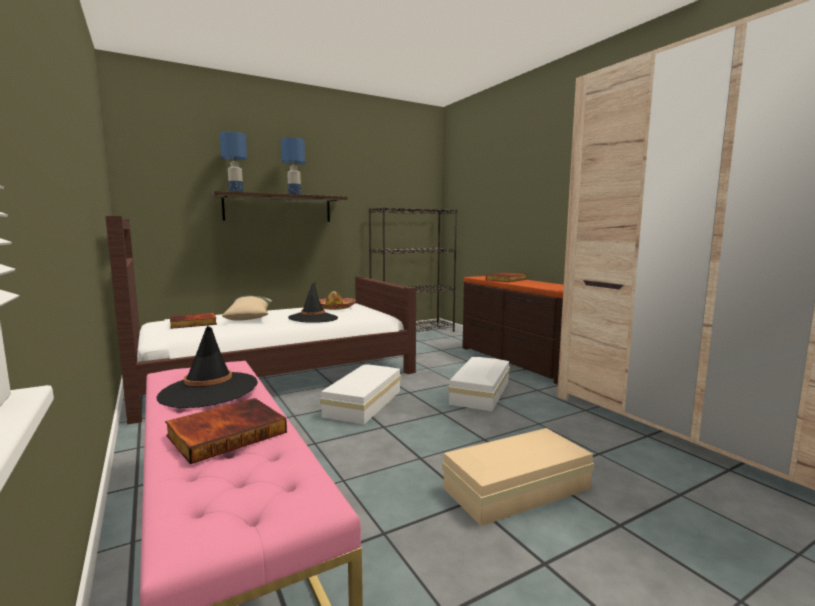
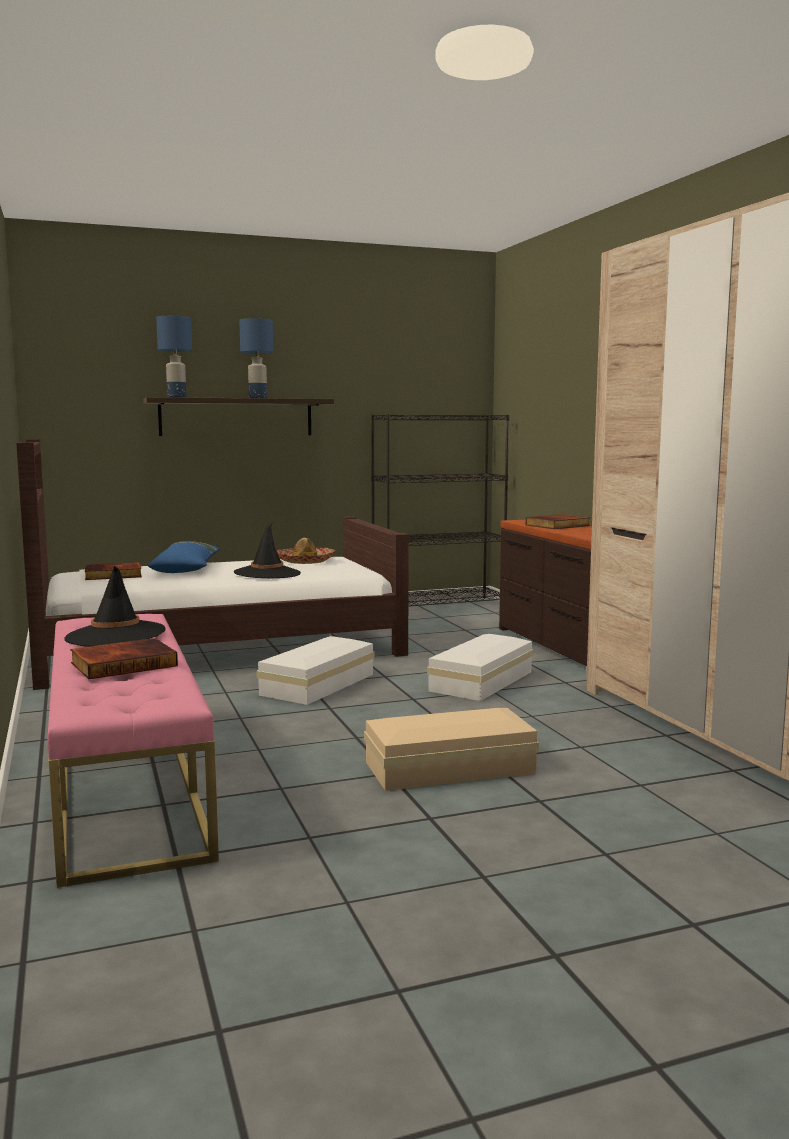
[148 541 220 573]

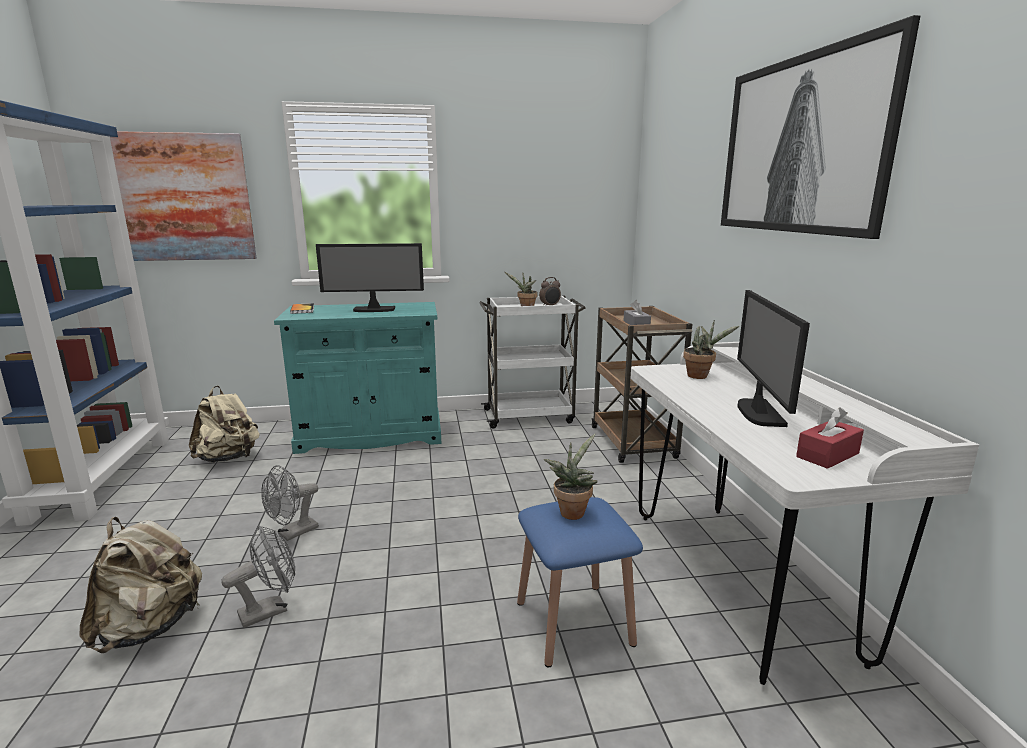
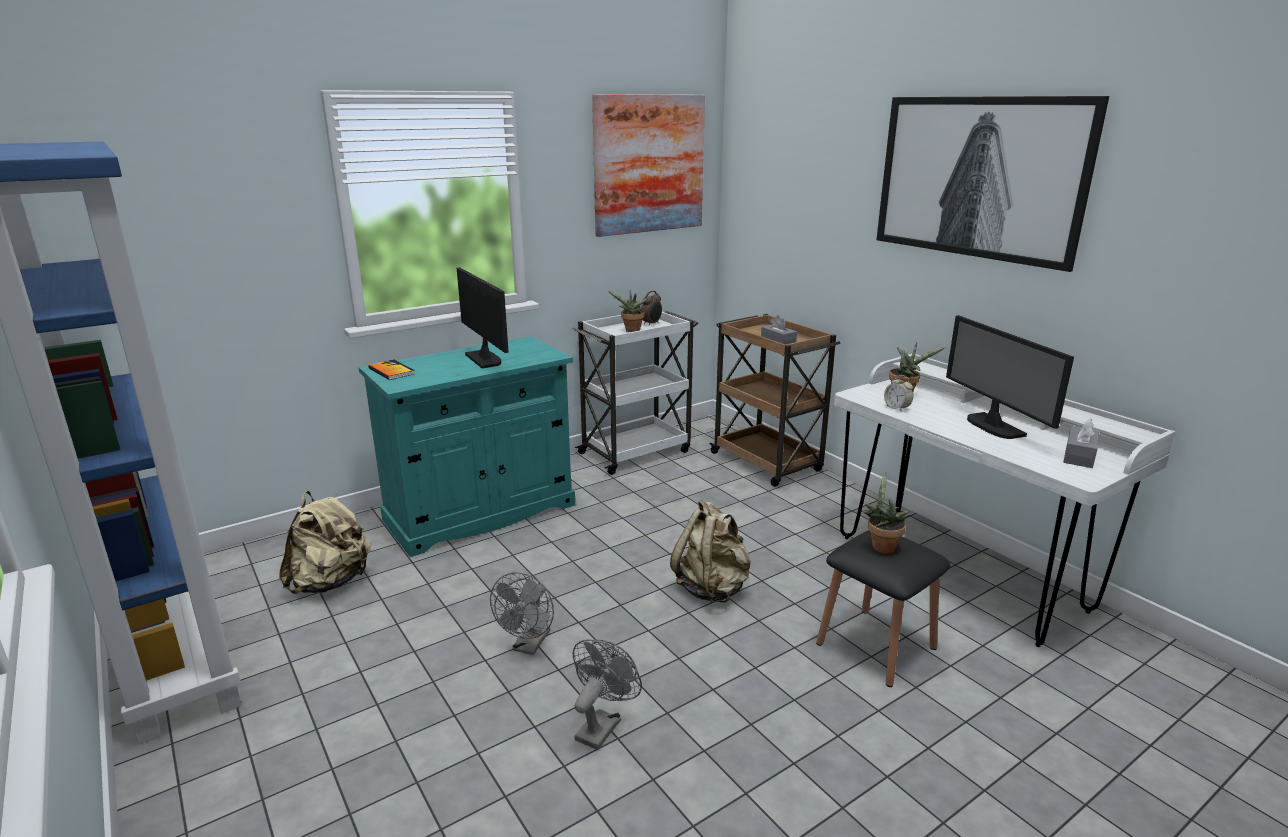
[670 500 751 603]
[592 94 705 237]
[457 267 509 368]
[816 530 950 687]
[1063 419 1099 468]
[884 375 913 412]

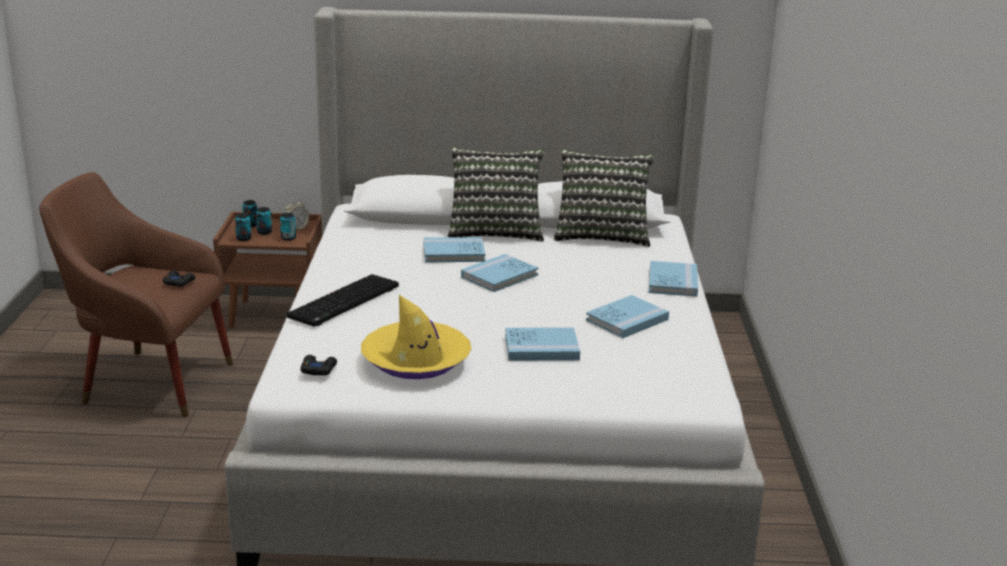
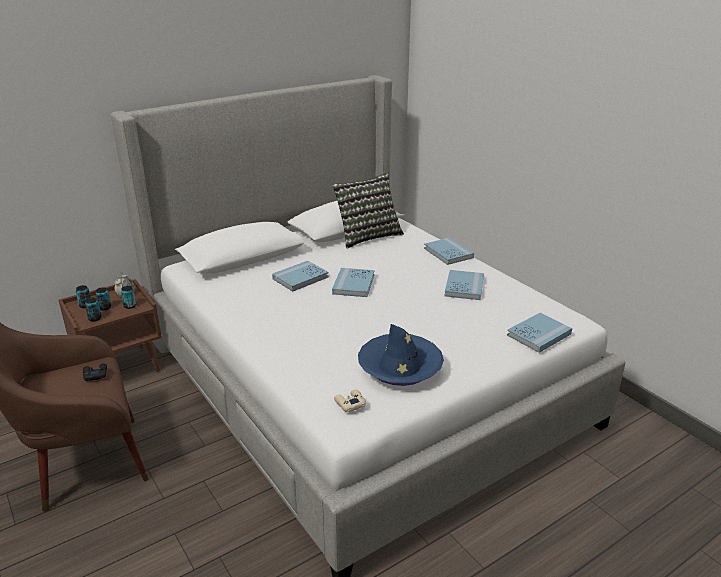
[287 274 399 327] (first image)
[334 389 366 412]
[358 324 444 386]
[448 147 545 242] (first image)
[507 313 572 353]

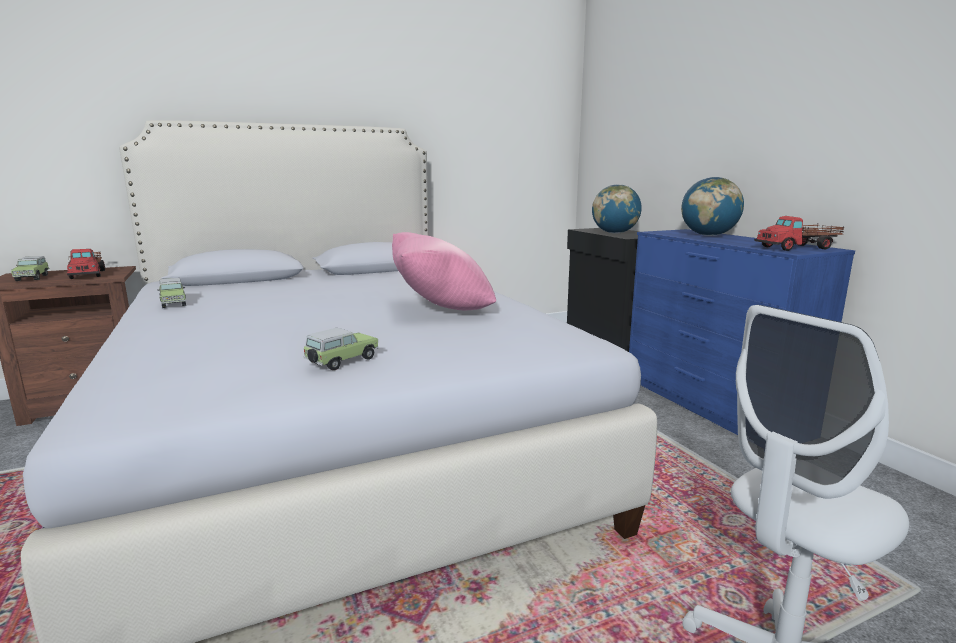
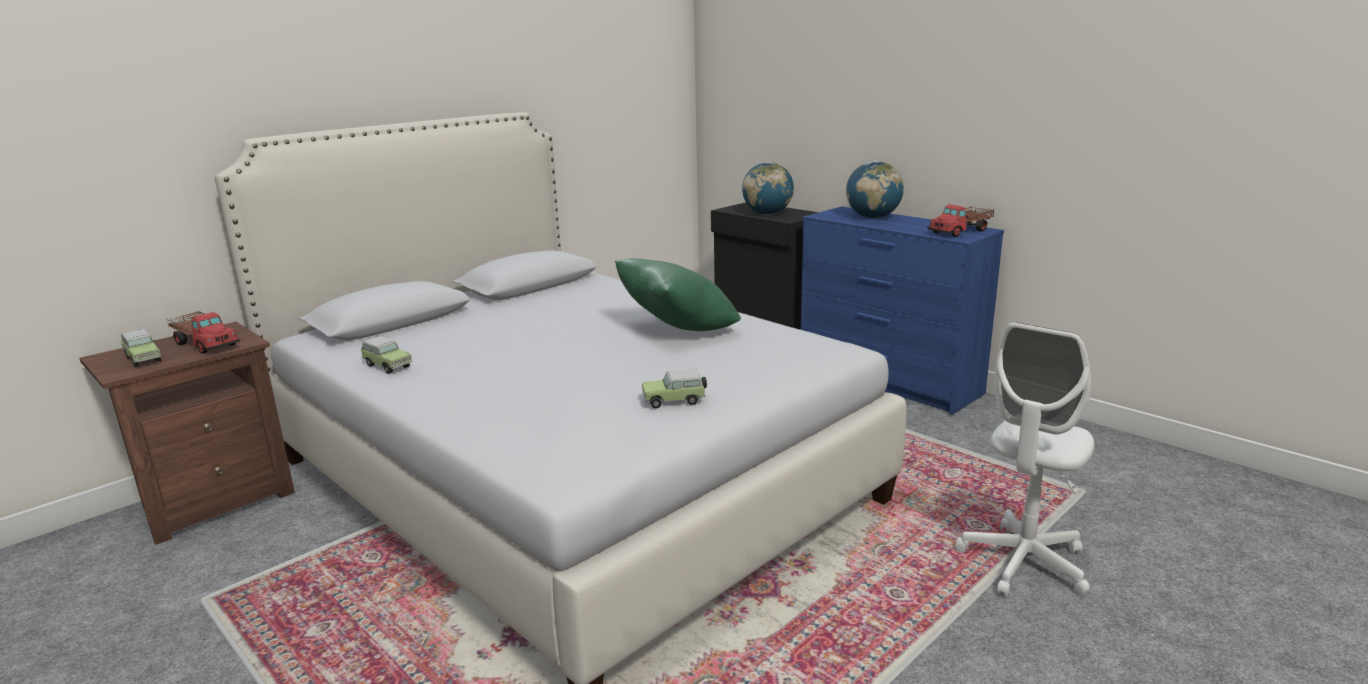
[642 369 707 409]
[615 258 741 331]

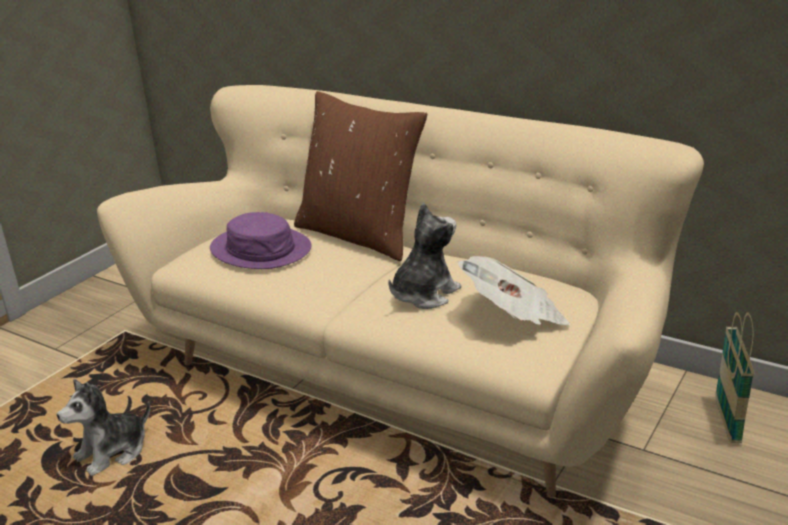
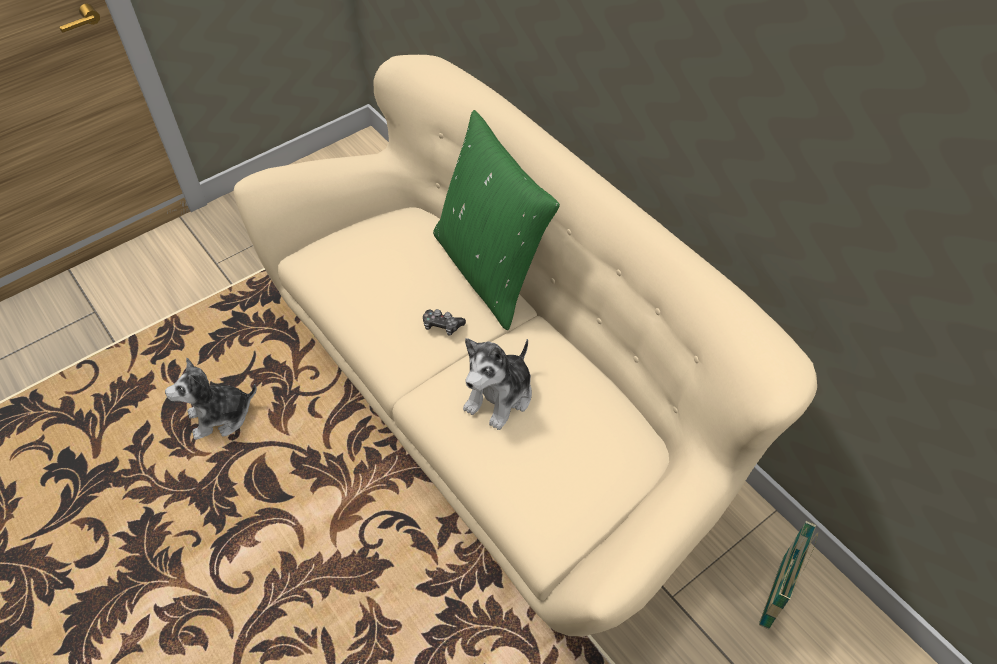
[210 212 311 269] (first image)
[433 110 560 331]
[463 338 532 430]
[457 256 570 325] (first image)
[423 309 466 336]

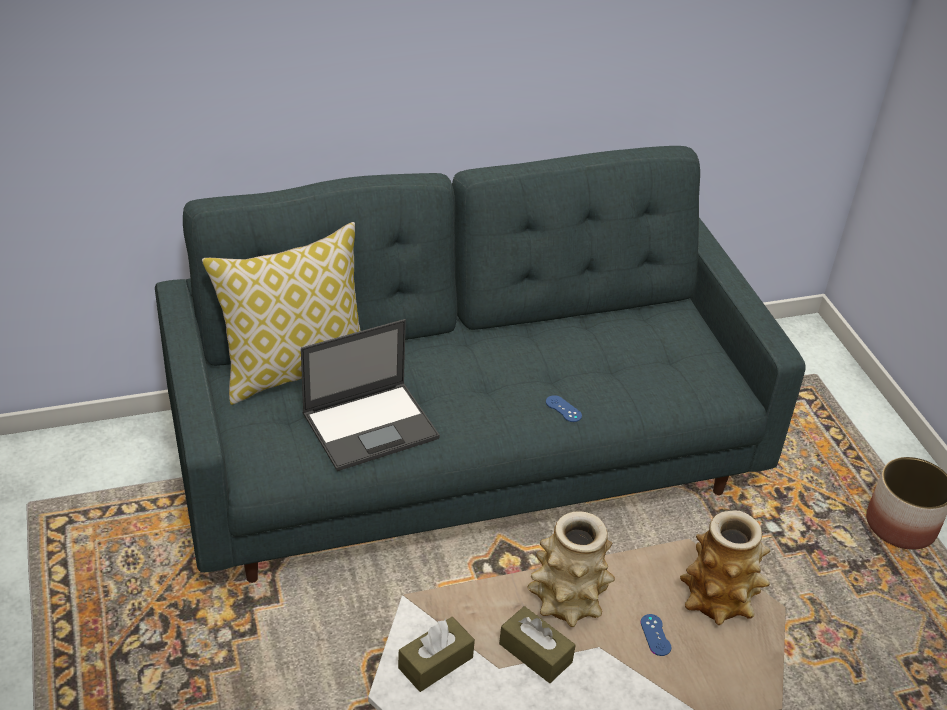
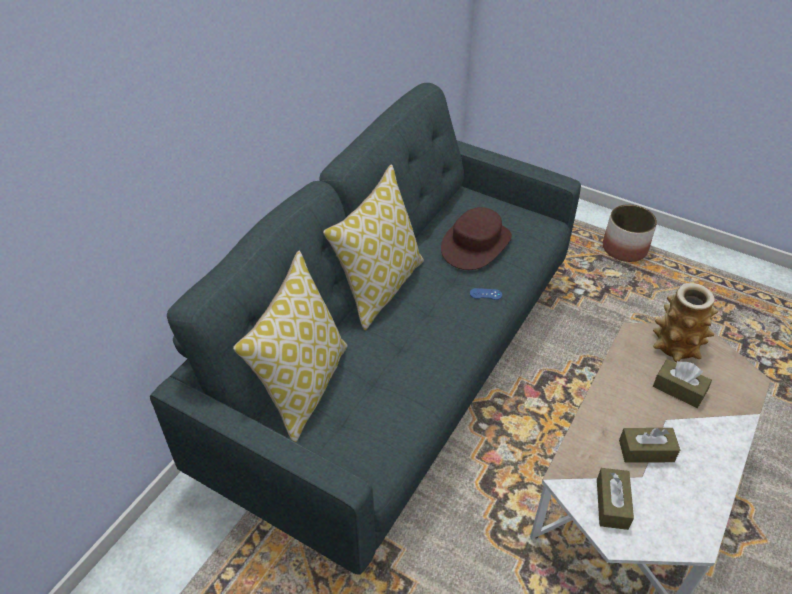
[301 319 440 471] (first image)
[527 511 615 627] (first image)
[653 359 712 408]
[323 165 424 330]
[441 207 512 270]

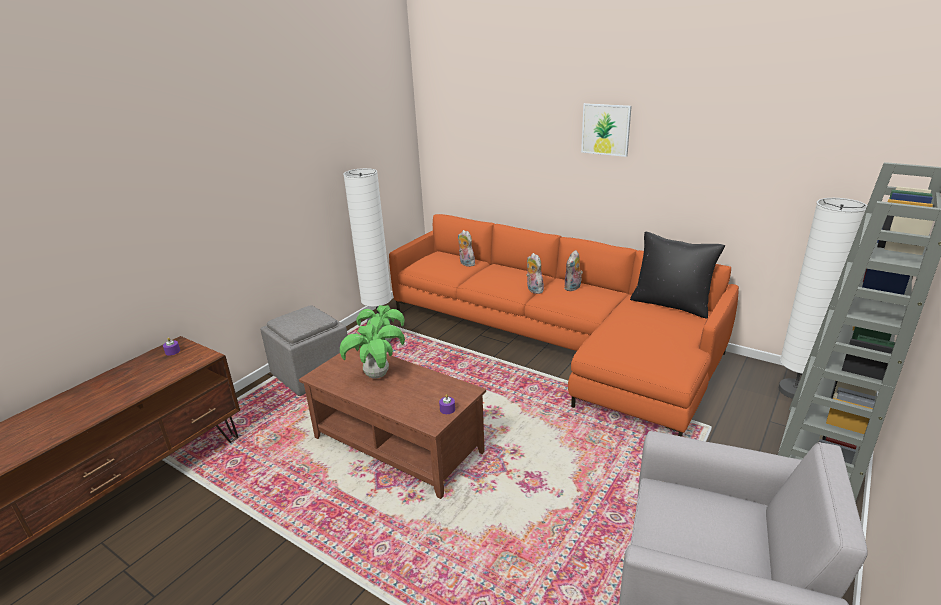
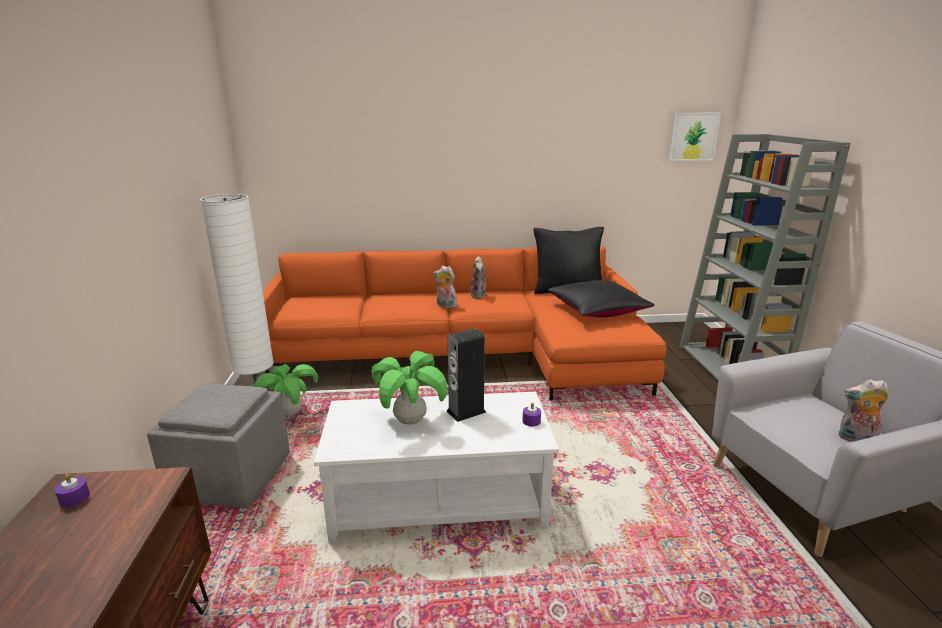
[314 391 559 544]
[838 380 889 442]
[669 113 721 161]
[779 198 867 399] (first image)
[447 329 486 422]
[548 280 655 317]

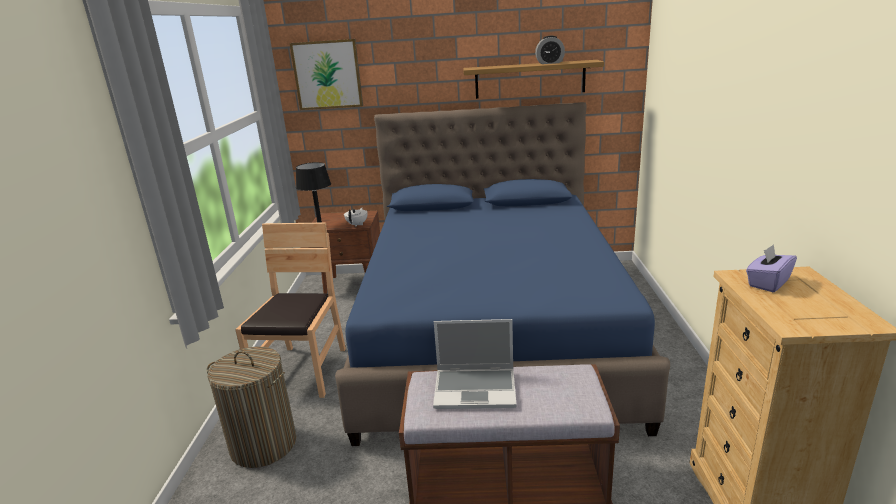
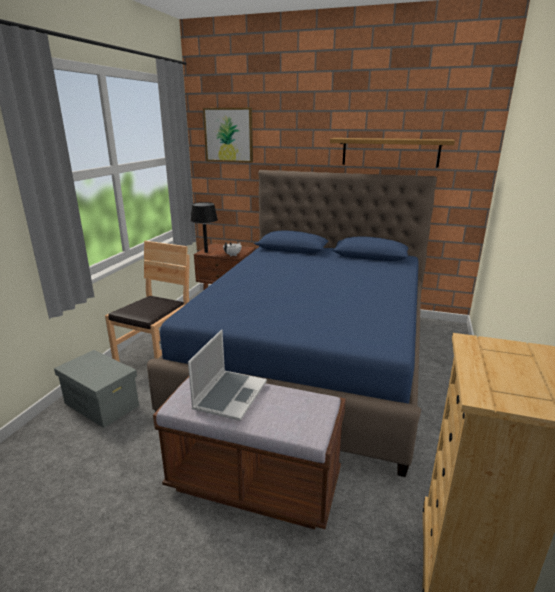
[54 350 139 428]
[188 330 267 421]
[535 36 565 64] (first image)
[746 244 797 292] (first image)

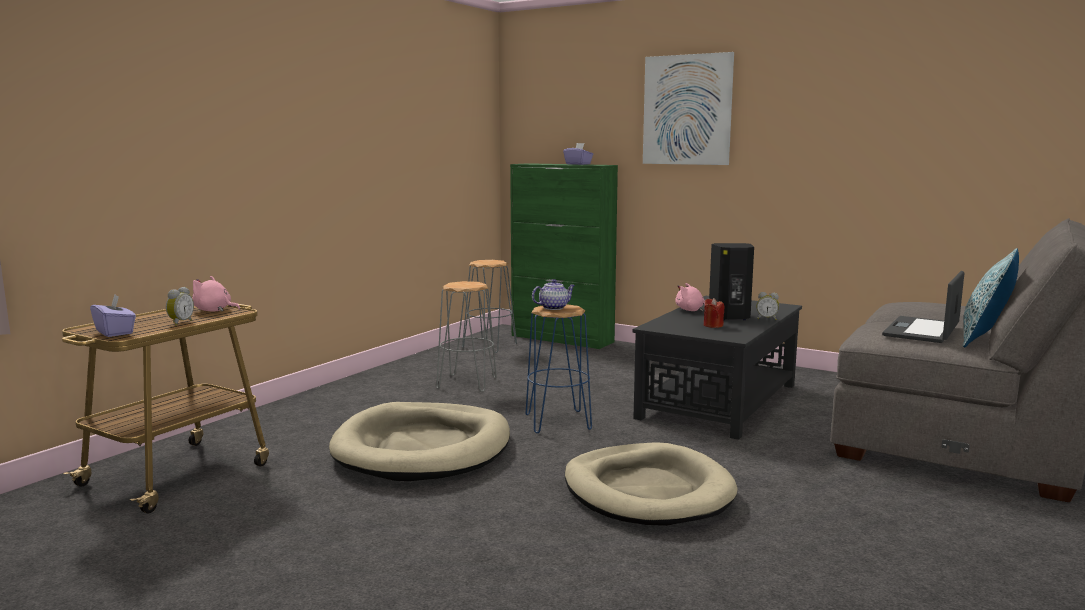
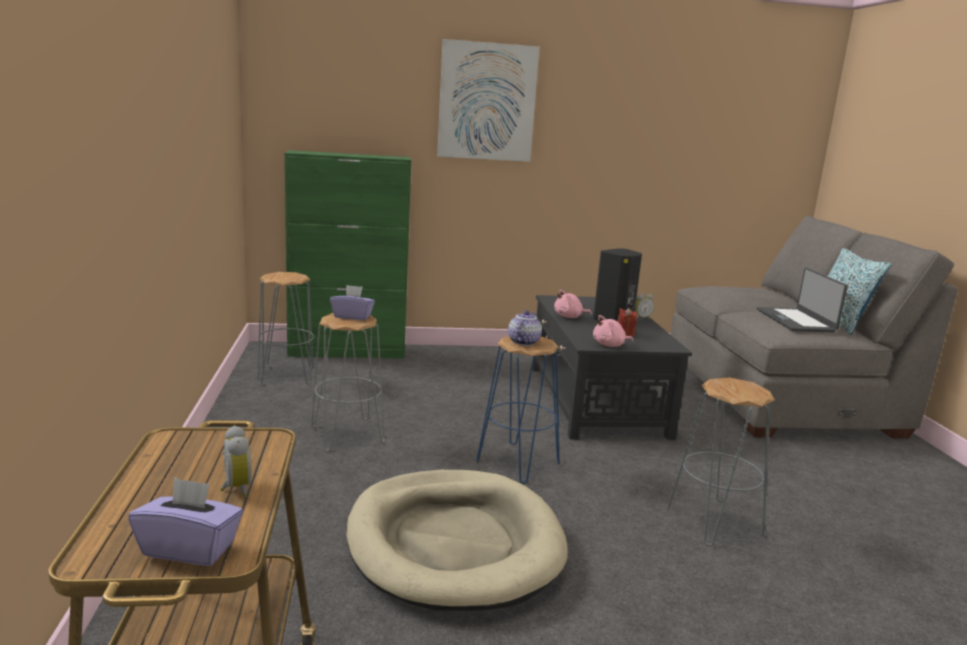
[593 315 634 347]
[330 285 375 320]
[667 377 775 546]

